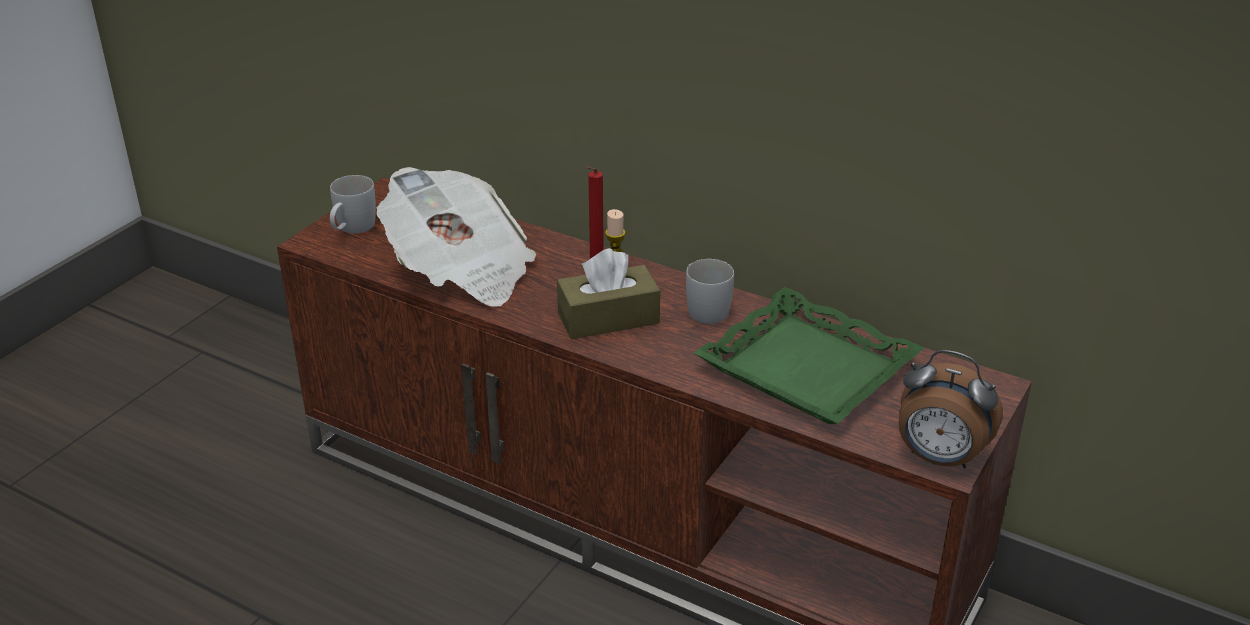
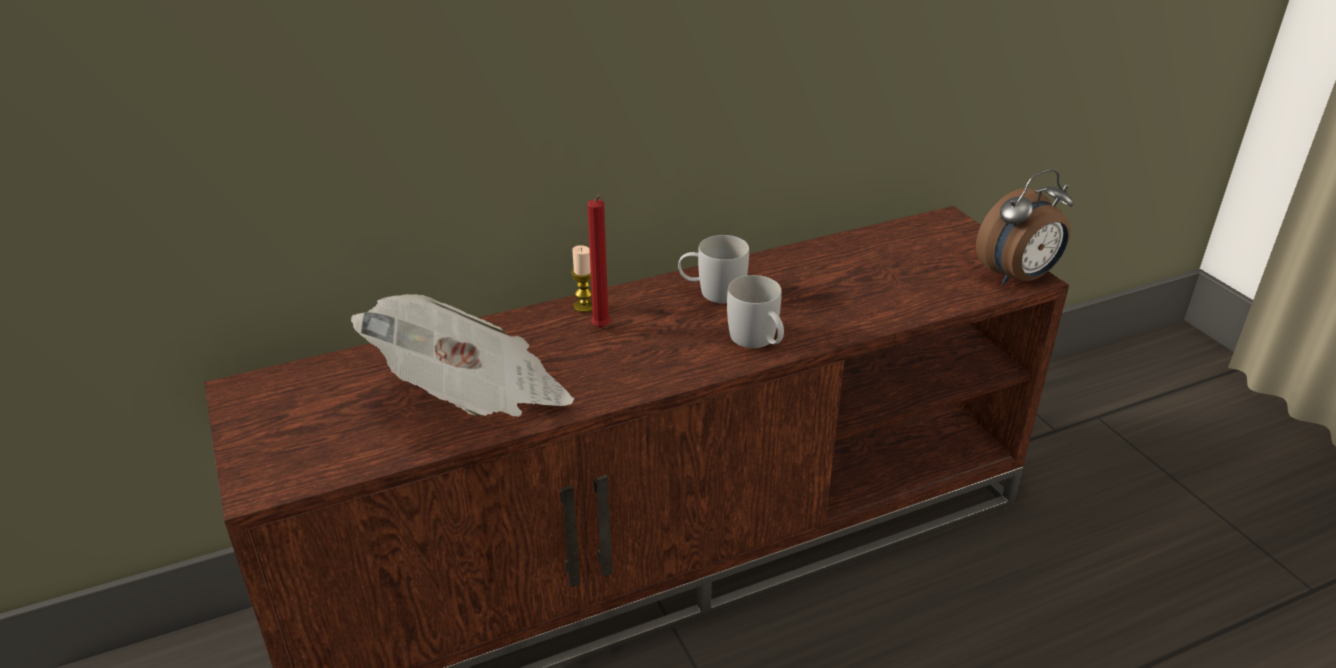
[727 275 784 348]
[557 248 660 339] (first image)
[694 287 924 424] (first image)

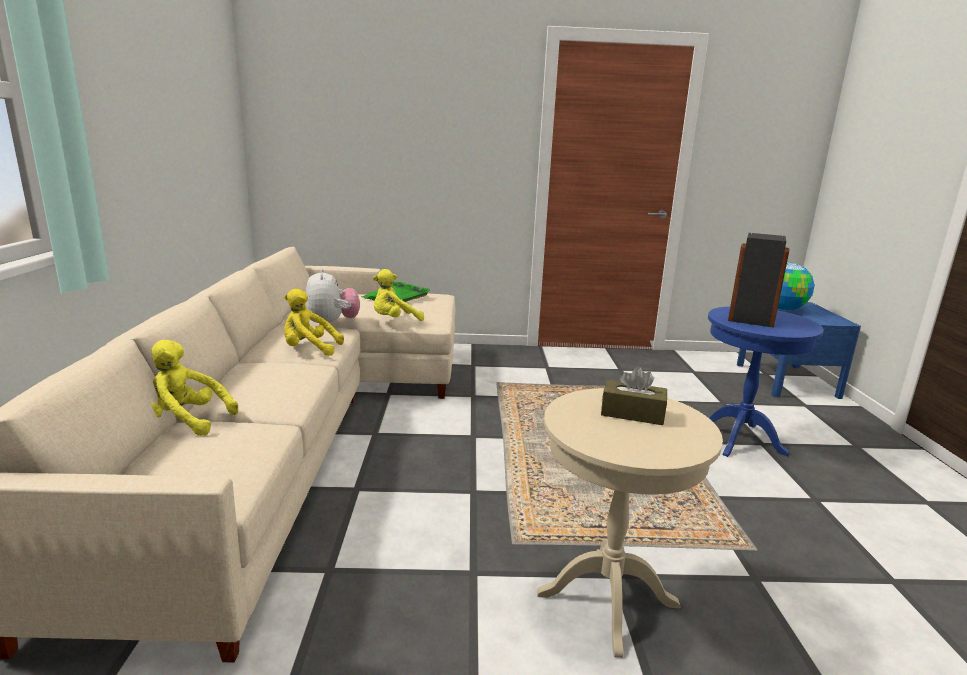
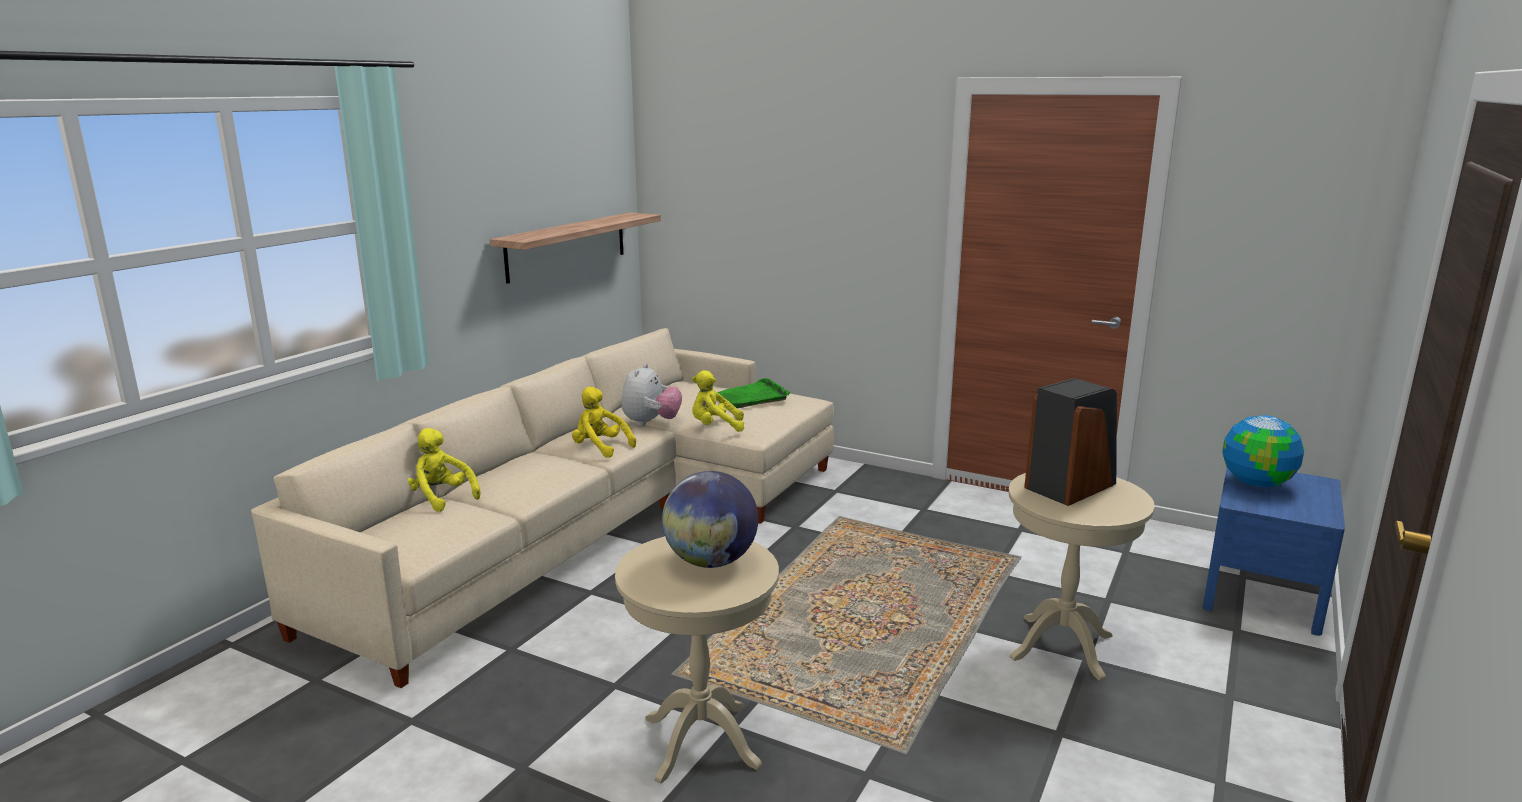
[662 471 758 568]
[1008 473 1154 681]
[490 212 661 284]

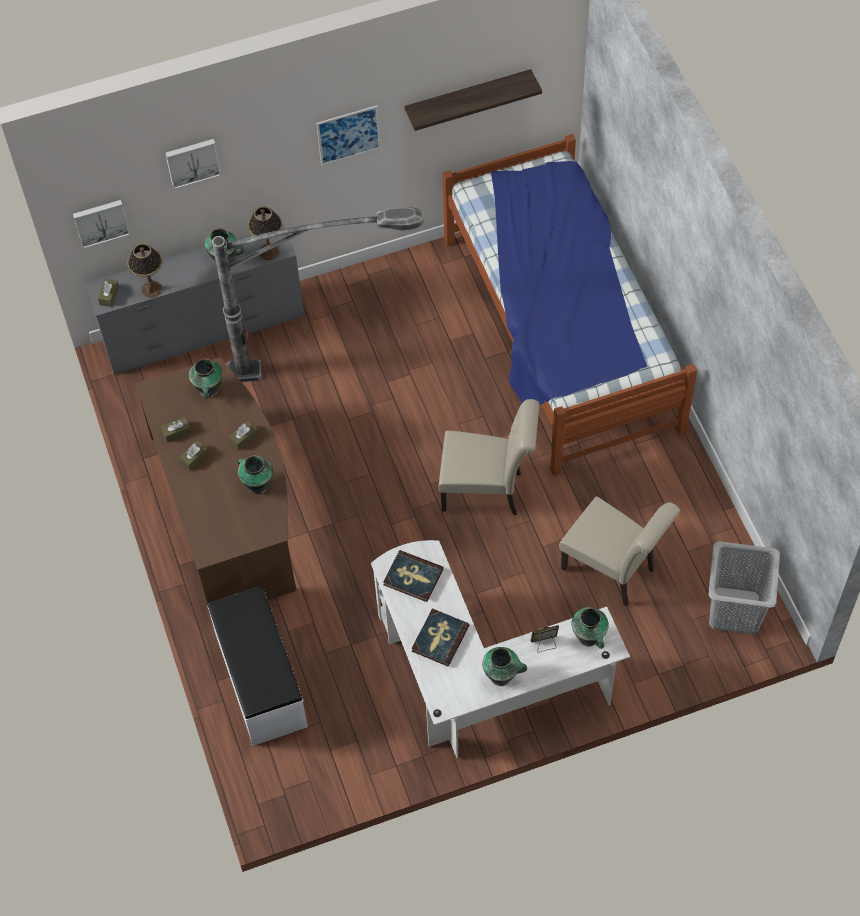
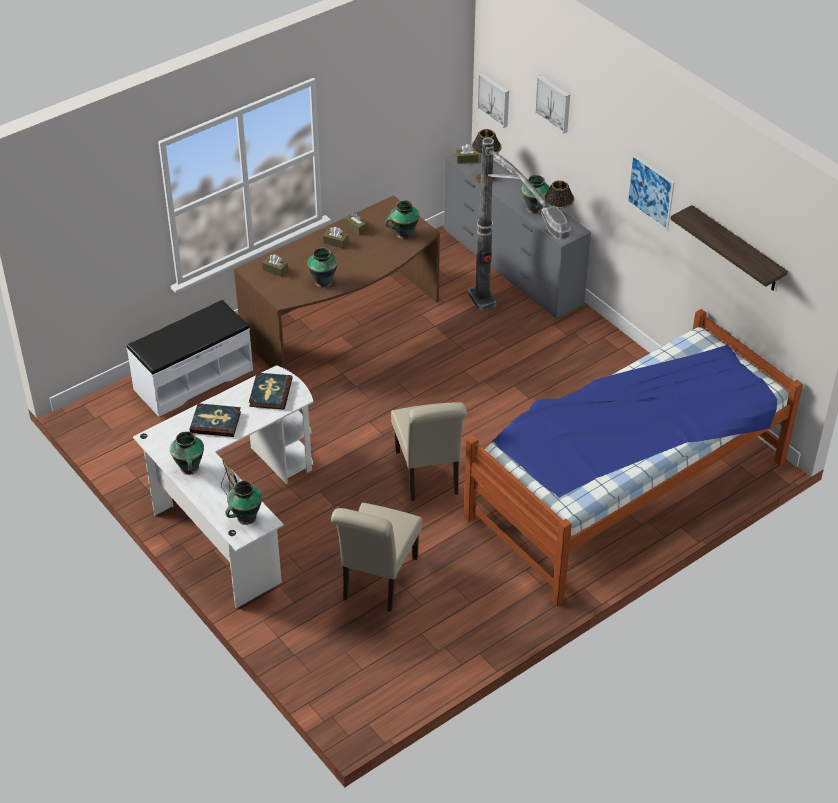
[262 254 288 277]
[709 541 780 634] (first image)

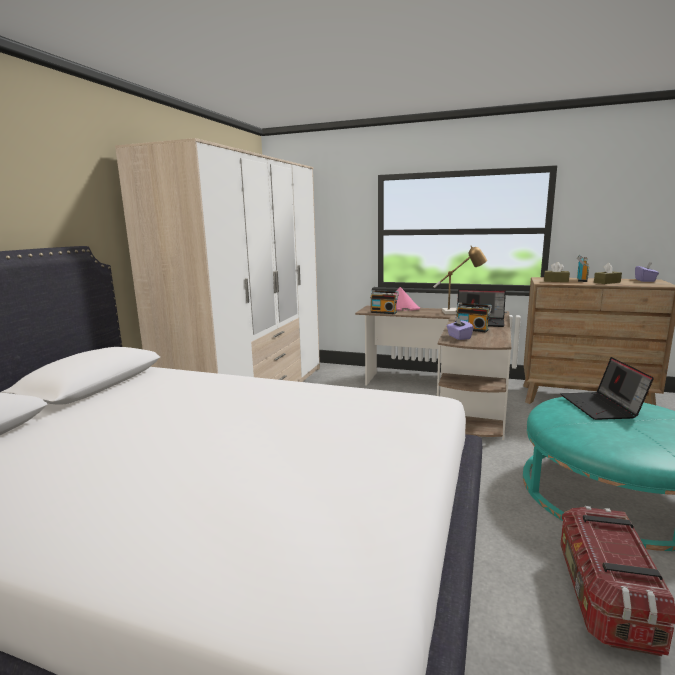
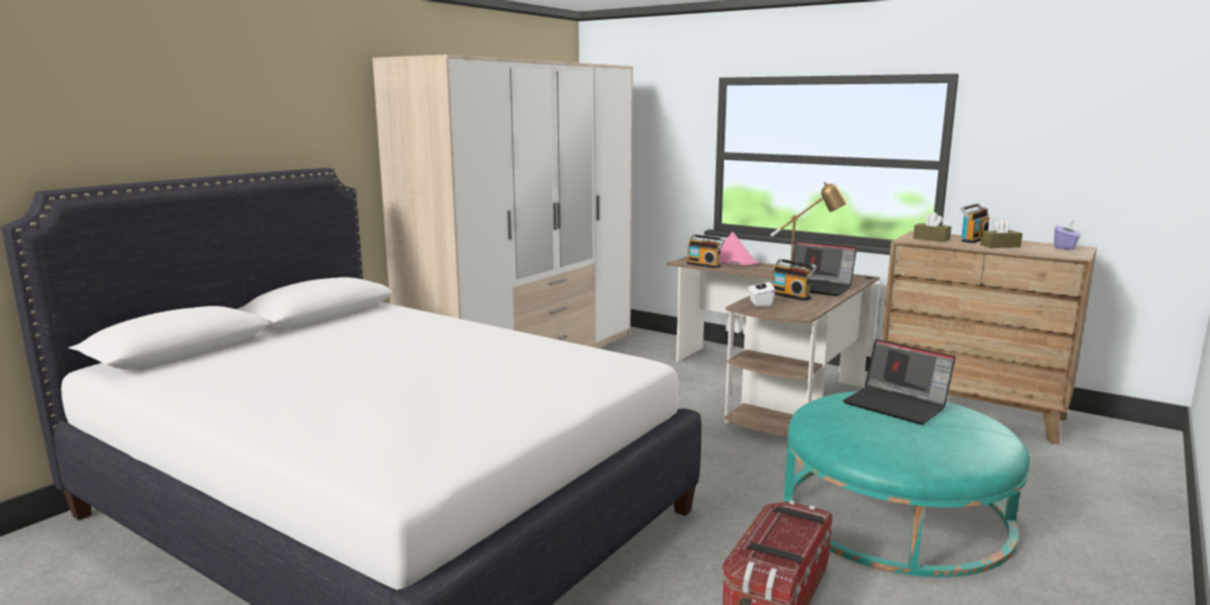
[748 278 775 307]
[843 339 956 425]

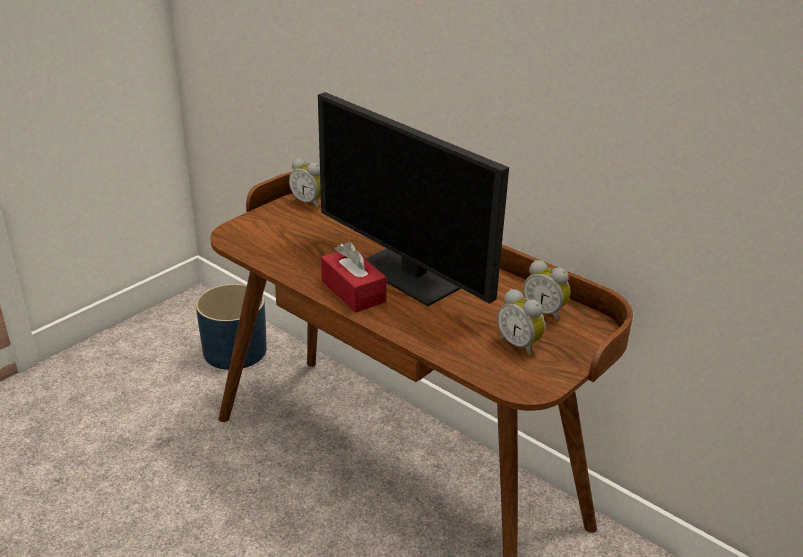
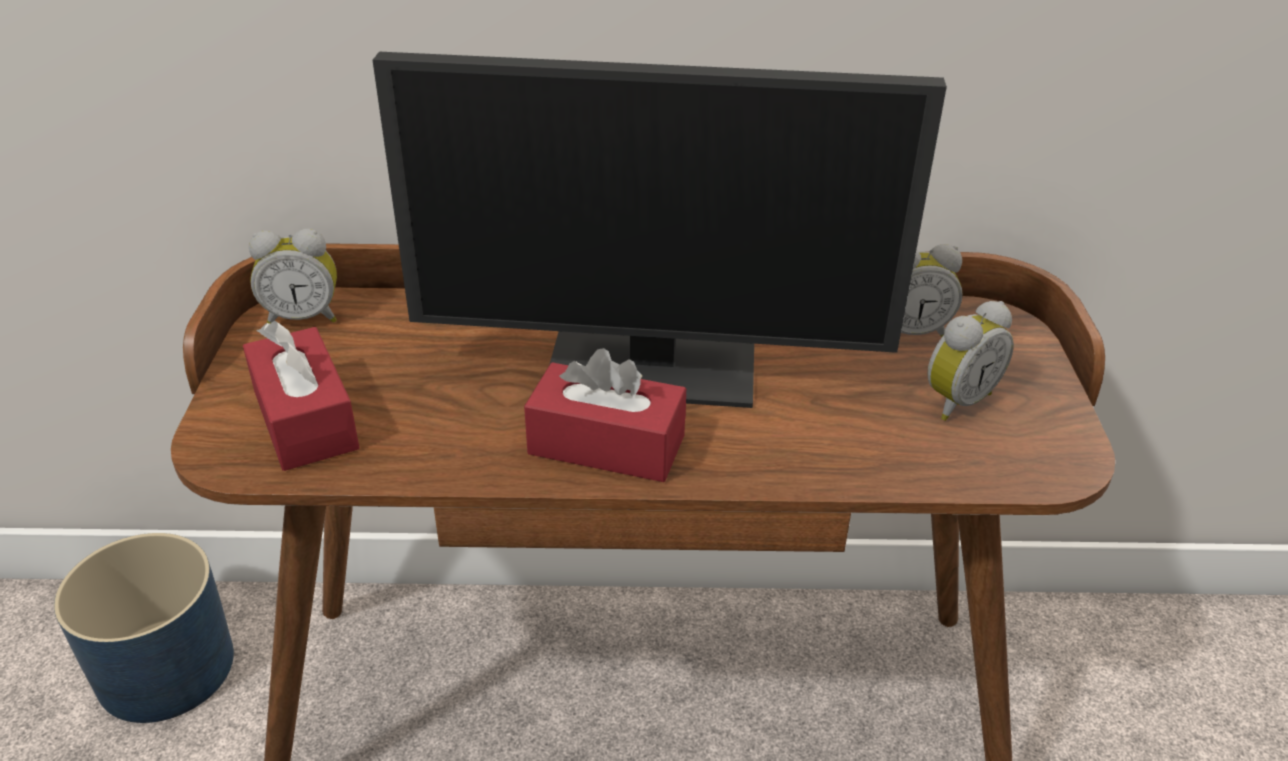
[928 301 1014 421]
[243 321 359 471]

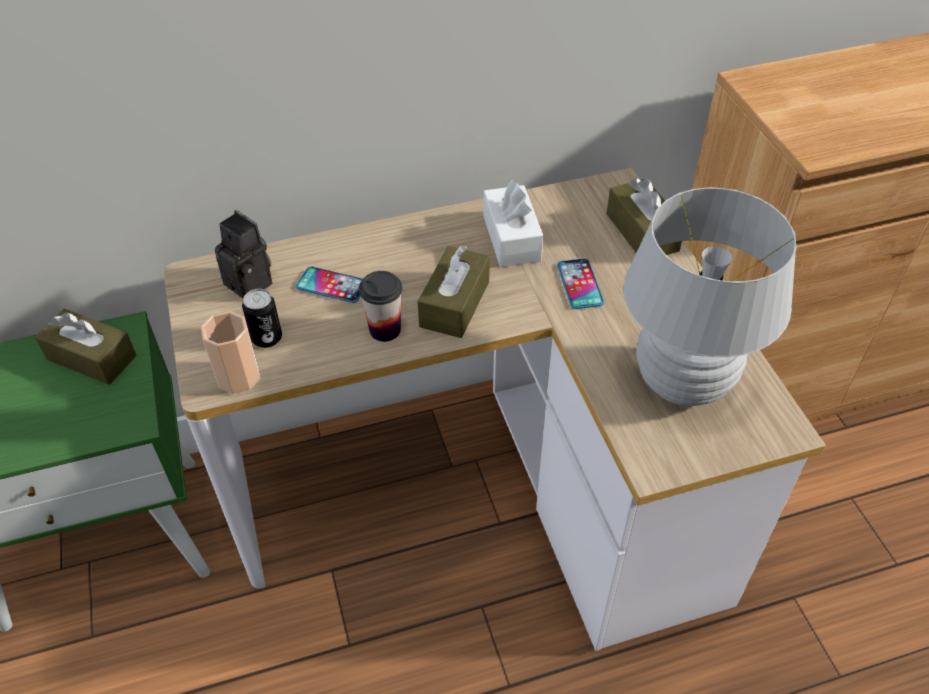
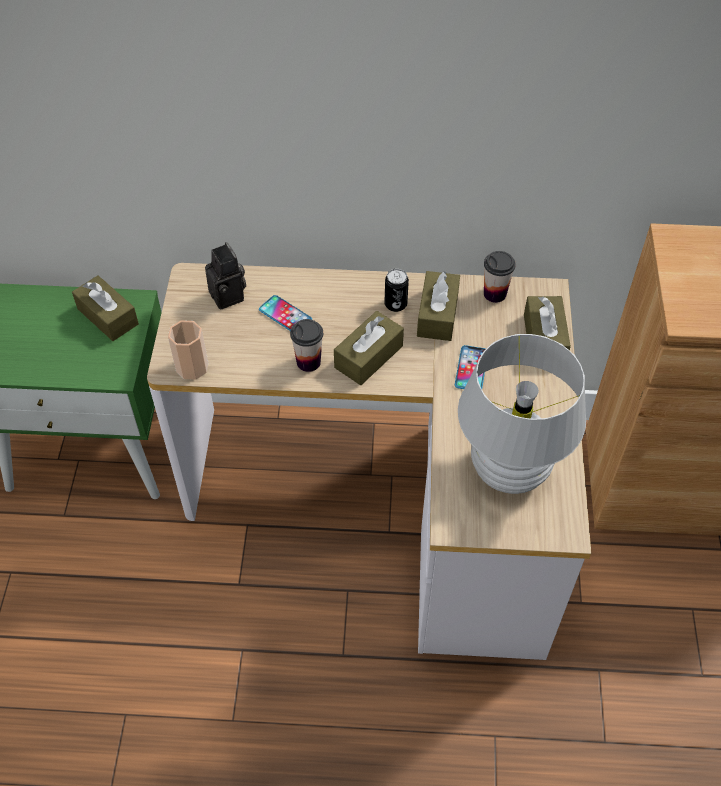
[384 269 409 312]
[417 271 460 341]
[484 251 516 303]

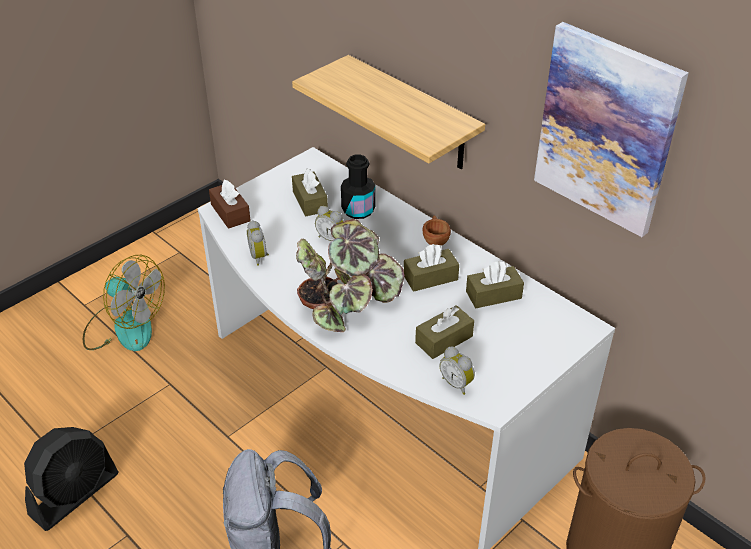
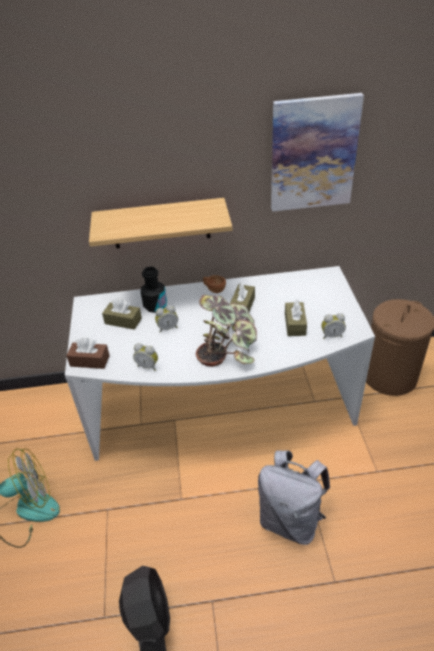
[466 261 524 308] (first image)

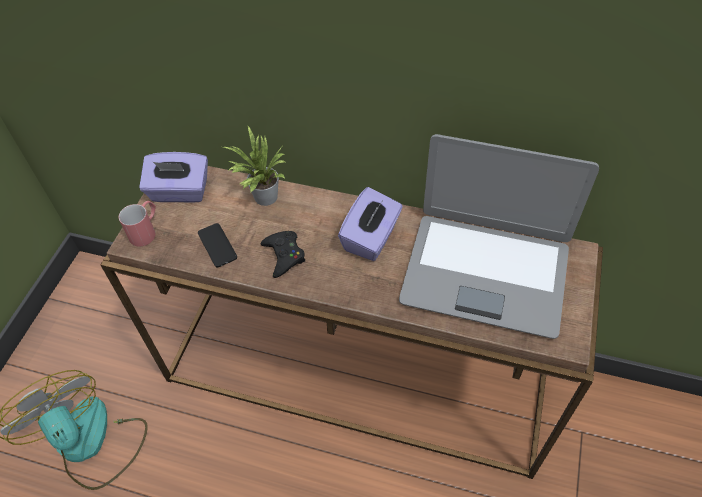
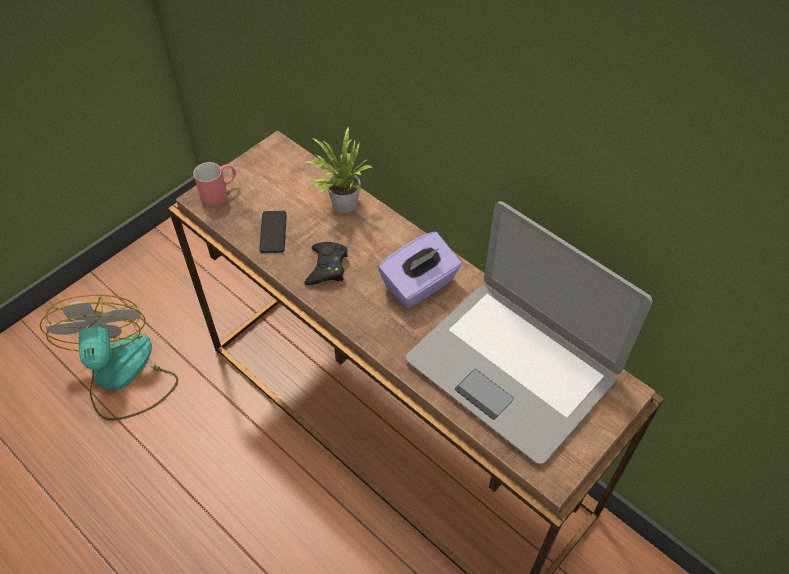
[139 152 208 203] (first image)

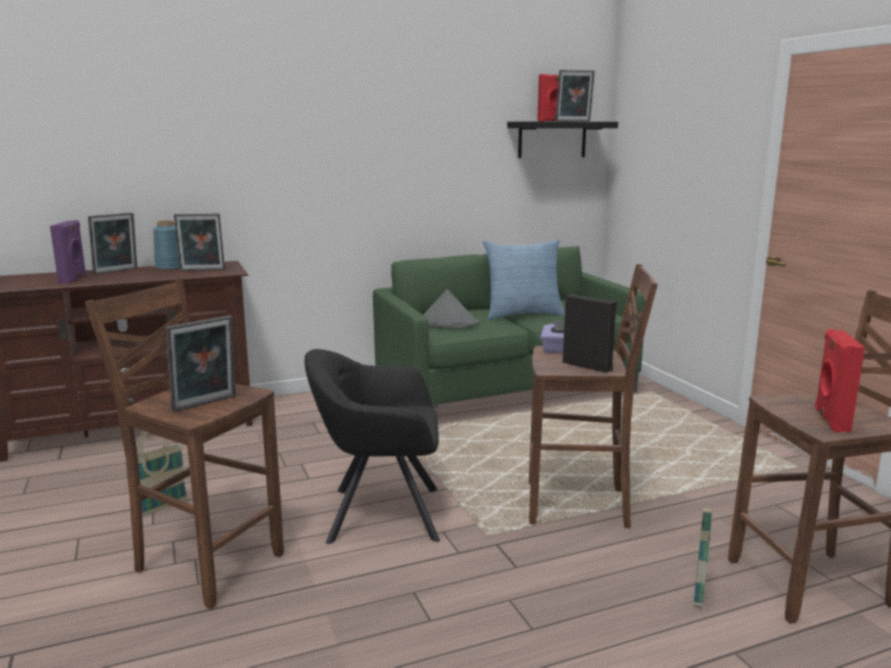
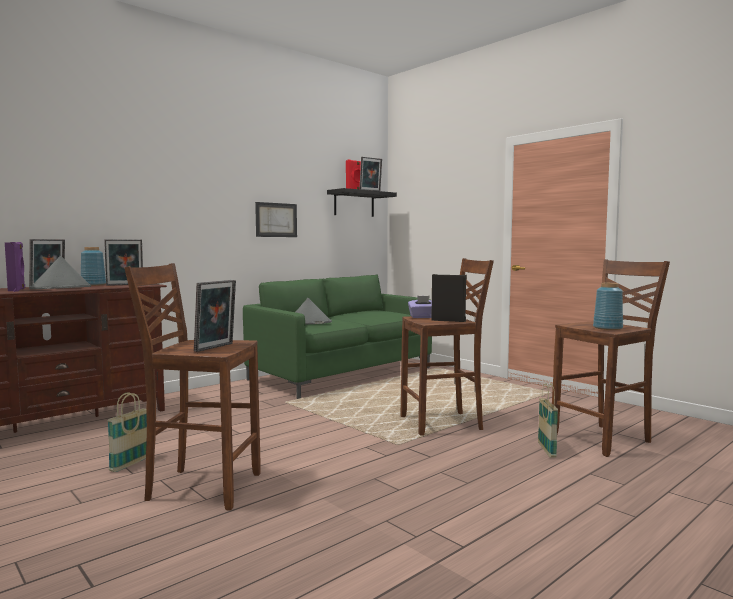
[304 349 440 544] (first image)
[483 239 565 320] (first image)
[593 283 623 330]
[29 256 91 289]
[255 202 297 237]

